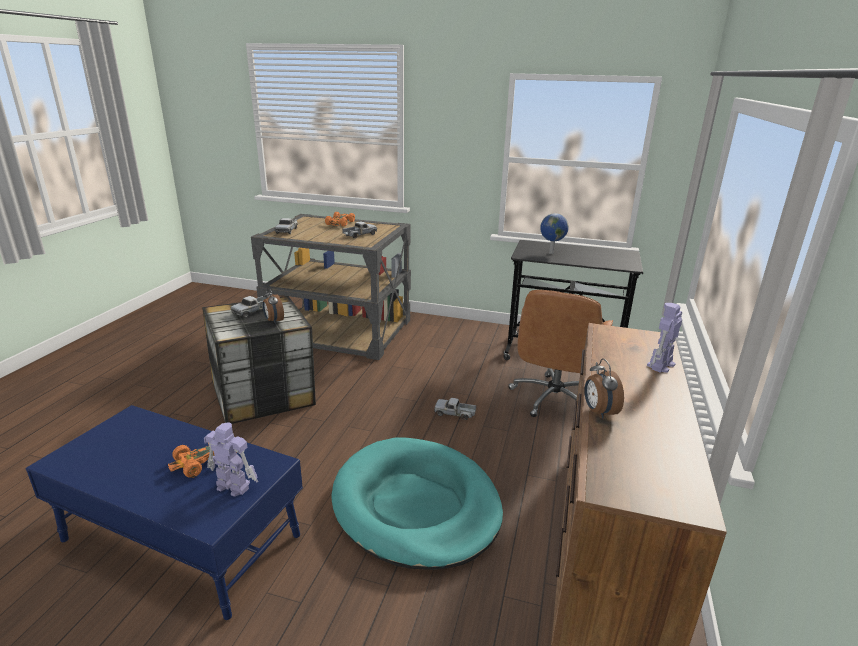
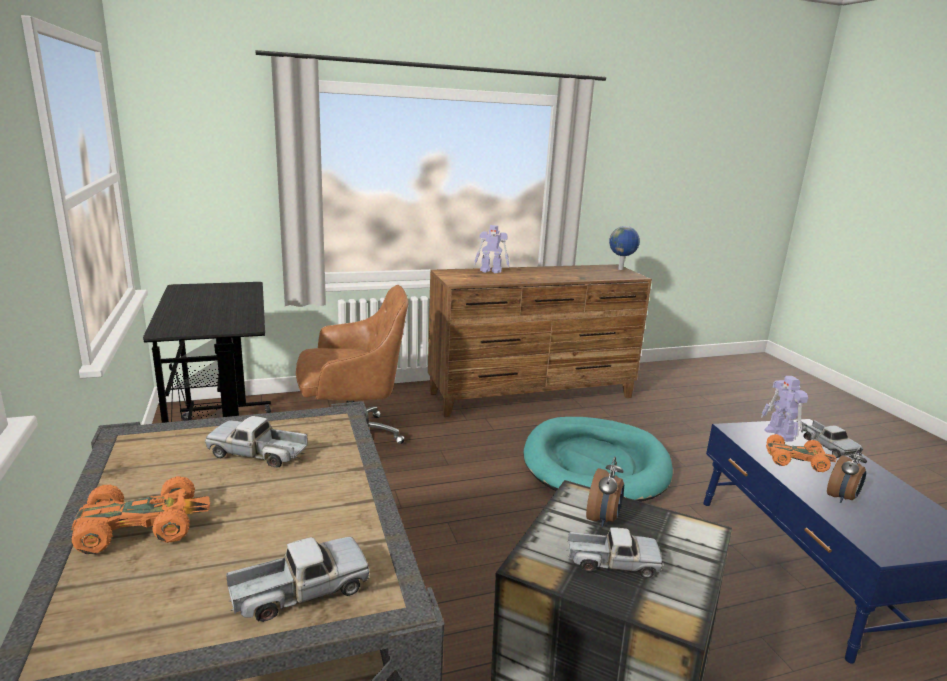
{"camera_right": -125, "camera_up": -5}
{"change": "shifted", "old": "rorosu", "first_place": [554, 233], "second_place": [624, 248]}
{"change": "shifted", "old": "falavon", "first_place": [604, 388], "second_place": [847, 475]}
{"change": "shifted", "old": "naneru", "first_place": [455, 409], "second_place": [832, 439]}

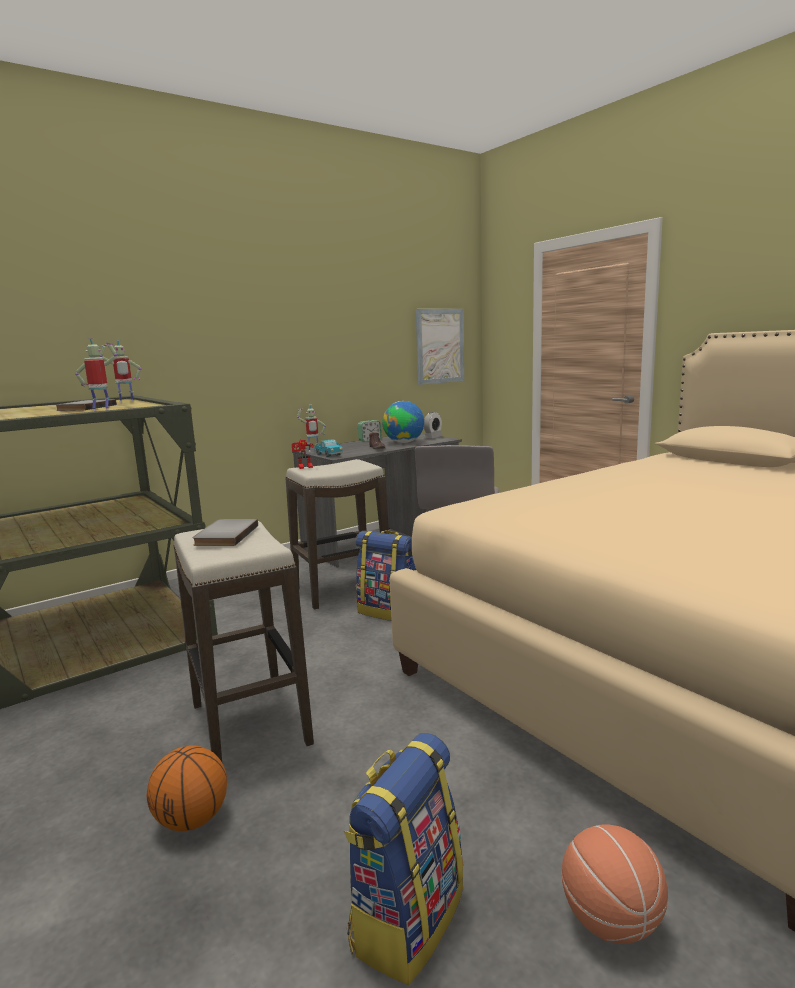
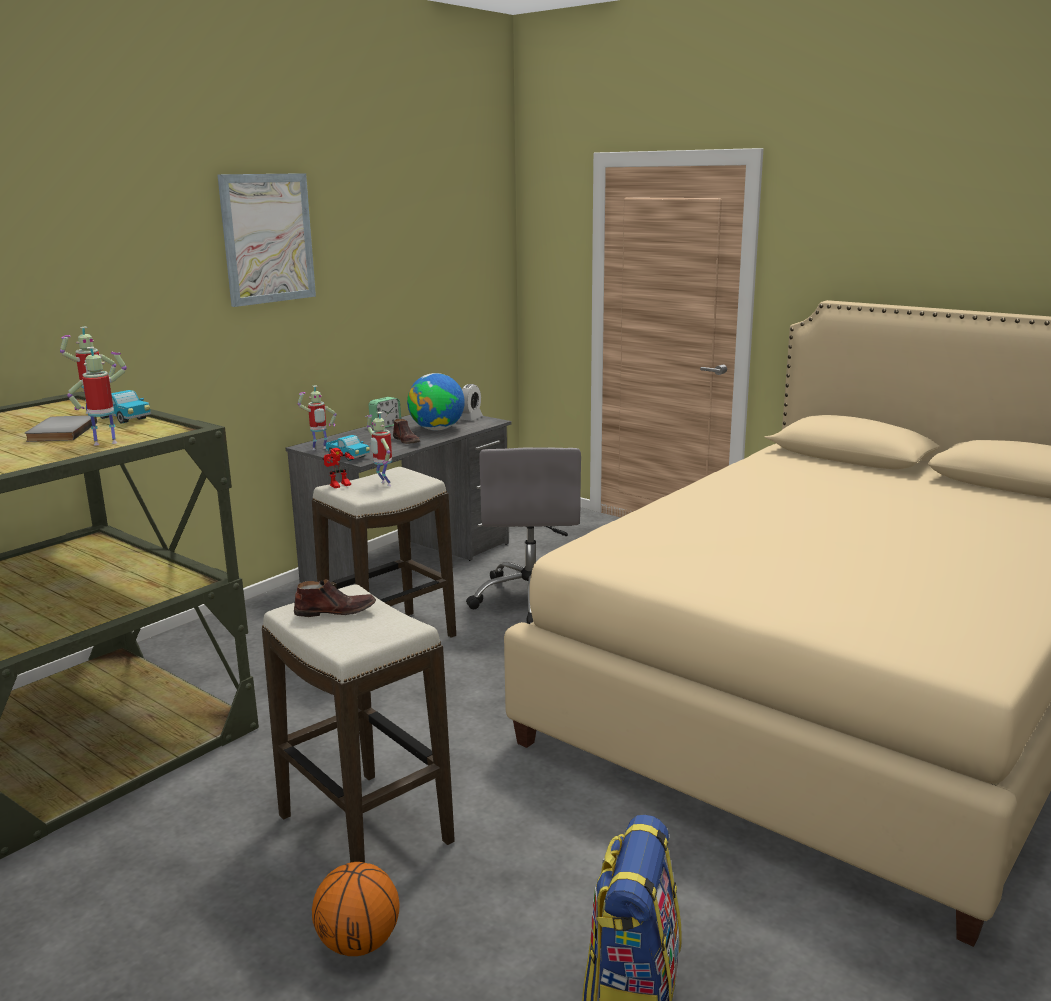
{"camera_right": -15, "camera_up": 5}
{"change": "shifted", "old": "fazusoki", "first_place": [440, 347], "second_place": [266, 240]}
{"change": "swapped", "old": "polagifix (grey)", "new": "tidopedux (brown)", "first_place": [225, 532], "second_place": [335, 598]}
{"change": "gone", "old": "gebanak", "first_place": [385, 575]}
{"change": "gone", "old": "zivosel", "first_place": [615, 884]}
{"change": "new", "new": "naneru", "second_place": [125, 407]}
{"change": "new", "new": "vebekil", "second_place": [378, 449]}

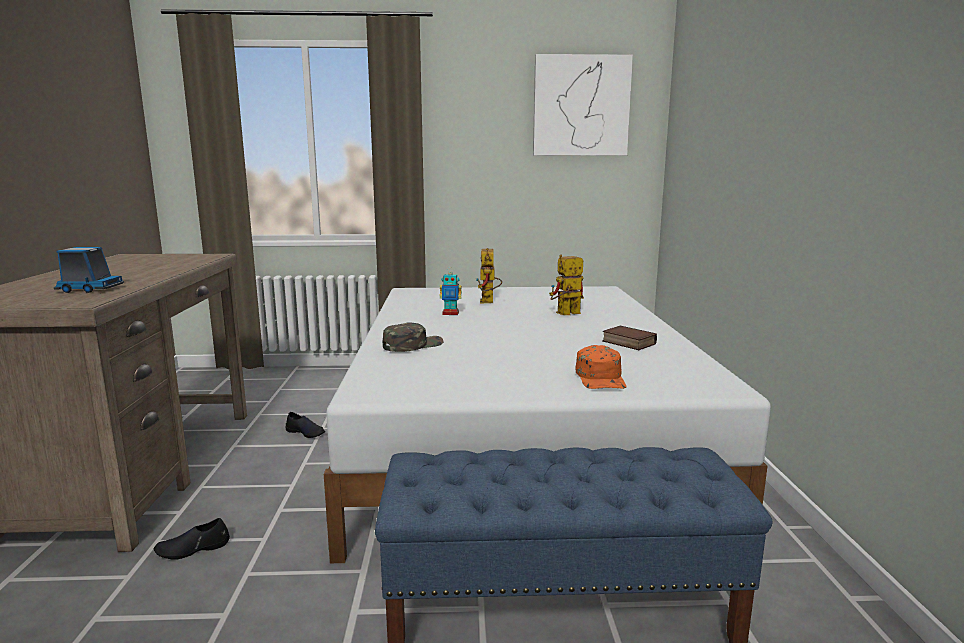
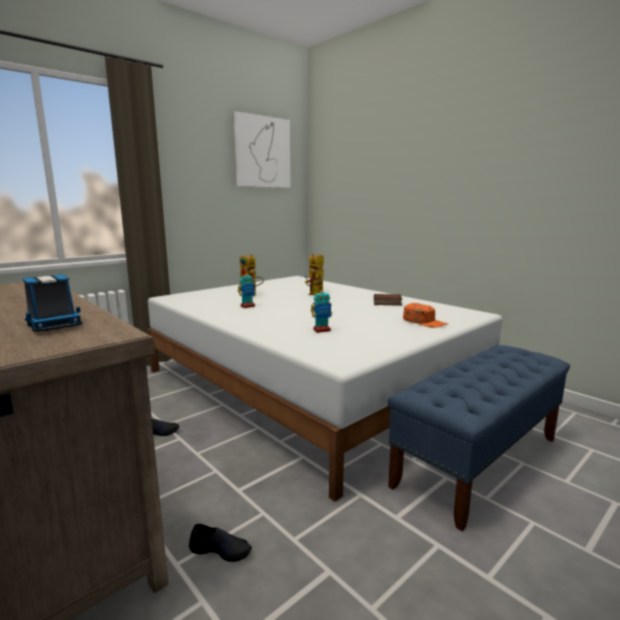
{"camera_right": -40, "camera_up": 0}
{"change": "rotated", "old": "naneru", "first_place": [89, 270], "second_place": [53, 303], "degrees": 90}
{"change": "gone", "old": "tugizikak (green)", "first_place": [413, 337]}
{"change": "rotated", "old": "tidopedux (black)", "first_place": [192, 539], "second_place": [220, 543], "degrees": -105}
{"change": "new", "new": "vebekil", "second_place": [322, 310]}

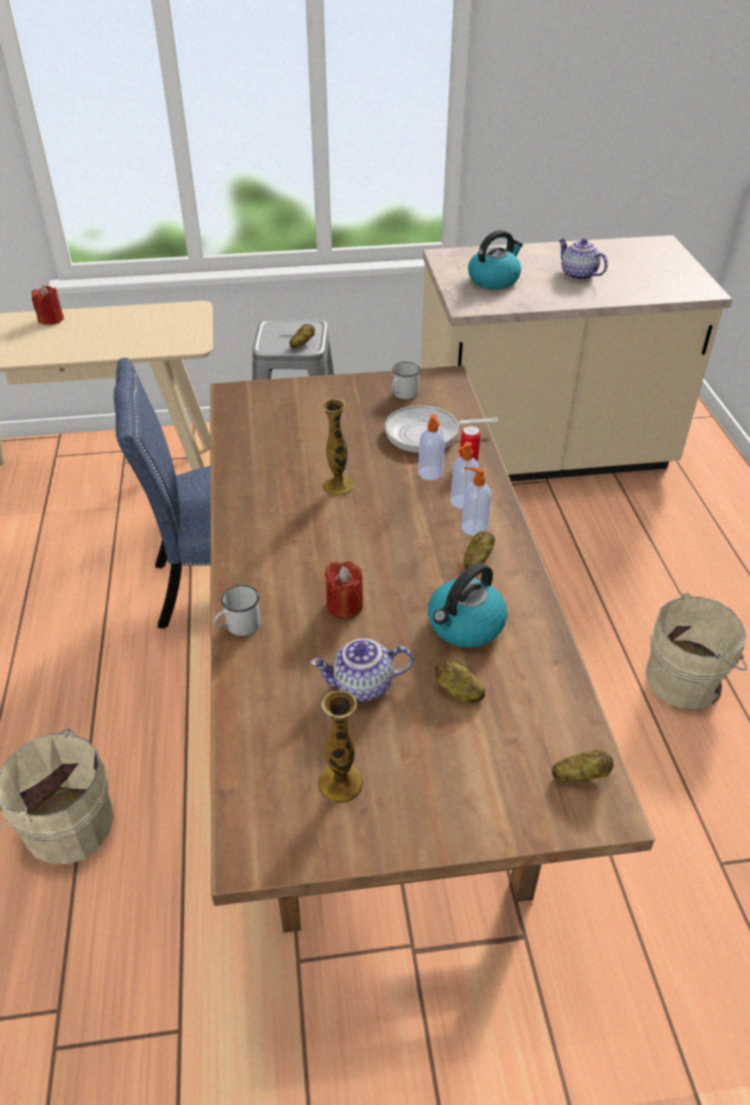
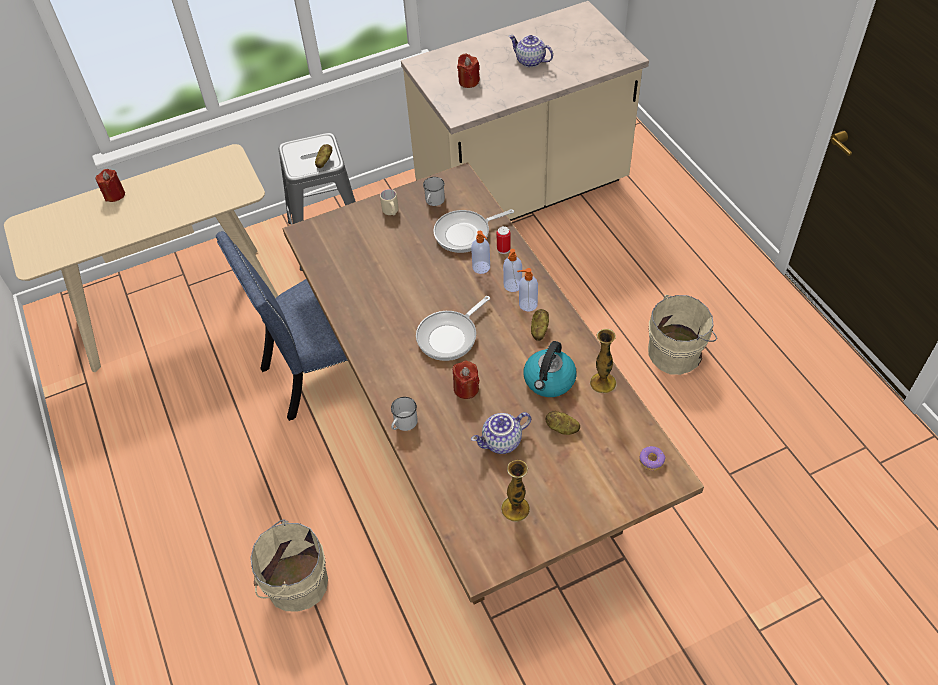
{"camera_right": -15, "camera_up": 10}
{"change": "swapped", "old": "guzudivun", "new": "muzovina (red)", "first_place": [495, 260], "second_place": [468, 70]}
{"change": "shifted", "old": "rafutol", "first_place": [338, 447], "second_place": [603, 361]}
{"change": "swapped", "old": "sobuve", "new": "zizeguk", "first_place": [582, 765], "second_place": [652, 458]}
{"change": "new", "new": "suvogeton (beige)", "second_place": [389, 202]}
{"change": "new", "new": "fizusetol", "second_place": [453, 328]}

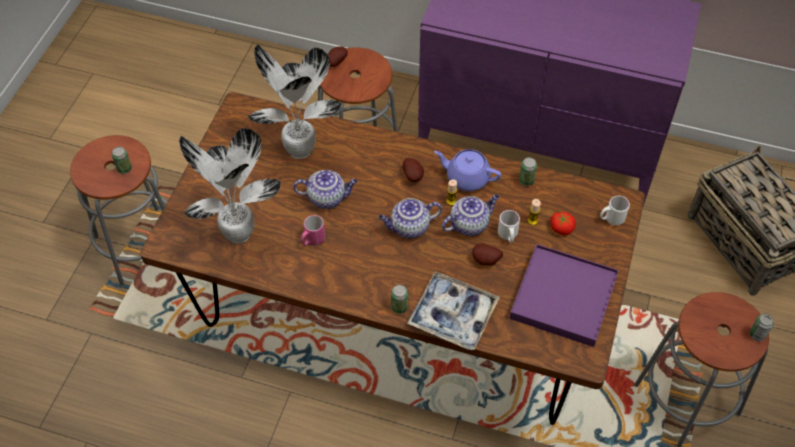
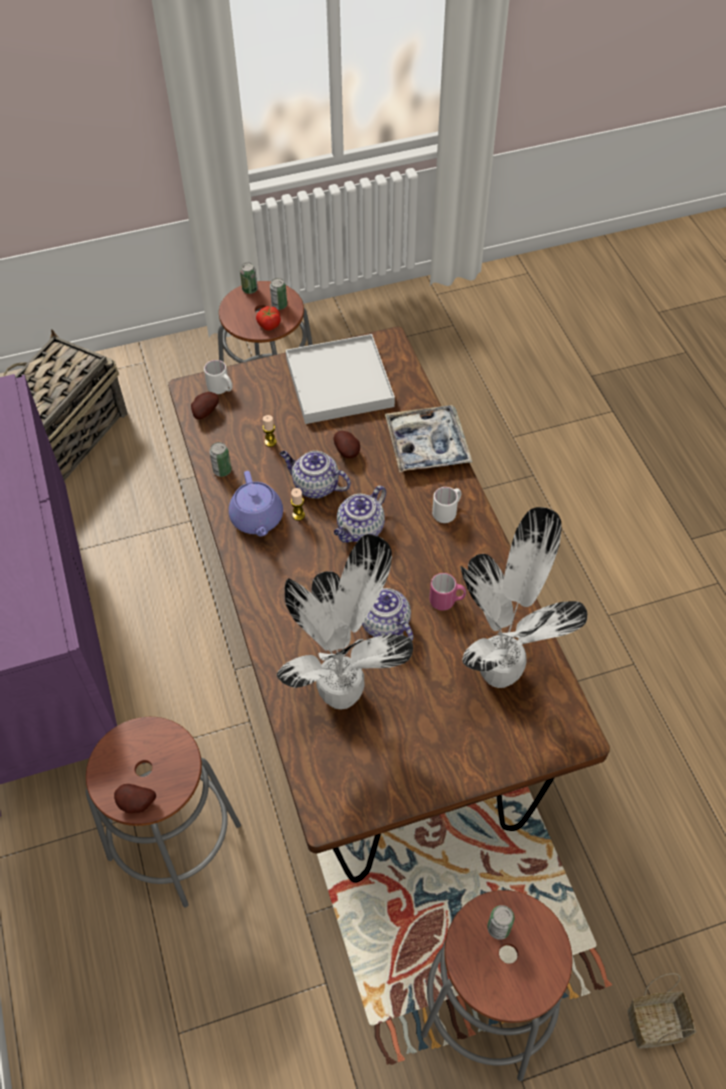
{"camera_right": -125, "camera_up": 0}
{"change": "shifted", "old": "sobuve", "first_place": [413, 170], "second_place": [205, 406]}
{"change": "rotated", "old": "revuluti", "first_place": [410, 218], "second_place": [360, 514], "degrees": 90}
{"change": "shifted", "old": "suvogeton (white)", "first_place": [509, 226], "second_place": [446, 505]}
{"change": "shifted", "old": "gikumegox", "first_place": [562, 223], "second_place": [268, 318]}
{"change": "repainted", "old": "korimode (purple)", "new": "korimode (white)", "first_place": [564, 295], "second_place": [340, 379]}
{"change": "shifted", "old": "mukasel", "first_place": [399, 299], "second_place": [278, 294]}
{"change": "new", "new": "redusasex", "second_place": [662, 1011]}

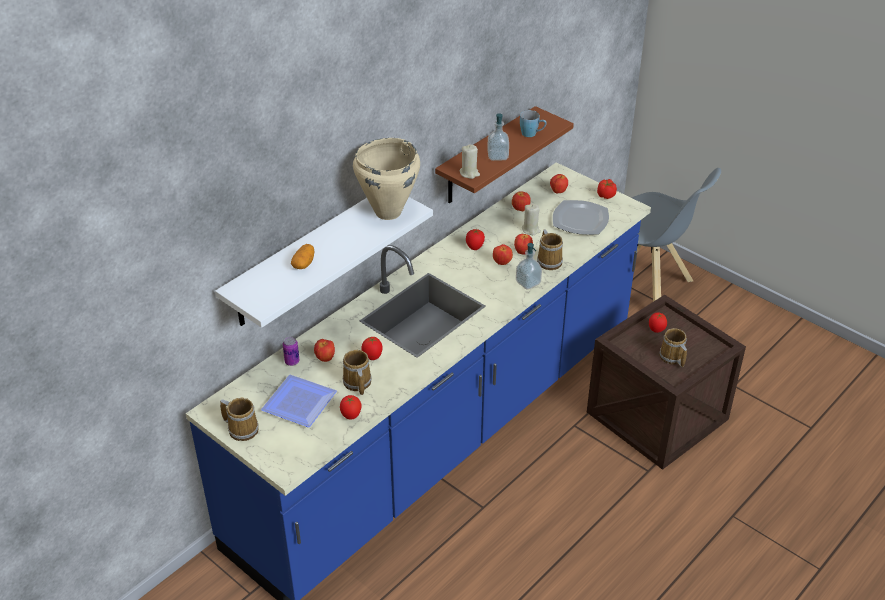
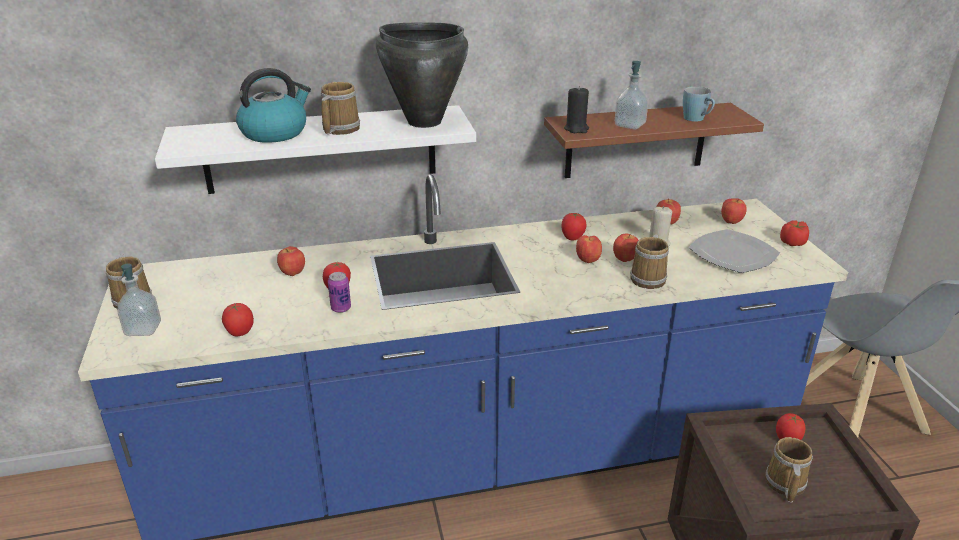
{"camera_right": 35, "camera_up": -10}
{"change": "repainted", "old": "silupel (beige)", "new": "silupel (black)", "first_place": [386, 179], "second_place": [422, 75]}
{"change": "repainted", "old": "muzovina (beige)", "new": "muzovina (black)", "first_place": [470, 161], "second_place": [576, 109]}
{"change": "shifted", "old": "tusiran", "first_place": [529, 266], "second_place": [139, 299]}
{"change": "swapped", "old": "sobuve", "new": "guzudivun", "first_place": [303, 256], "second_place": [273, 105]}
{"change": "shifted", "old": "mukasel", "first_place": [291, 351], "second_place": [339, 292]}
{"change": "shifted", "old": "suvogeton", "first_place": [357, 372], "second_place": [340, 108]}
{"change": "gone", "old": "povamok", "first_place": [299, 401]}

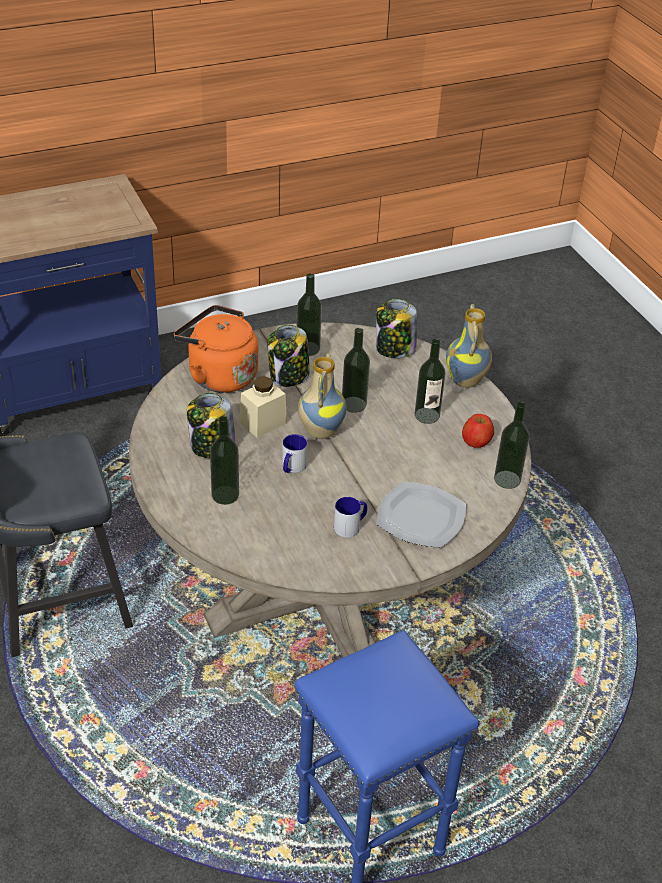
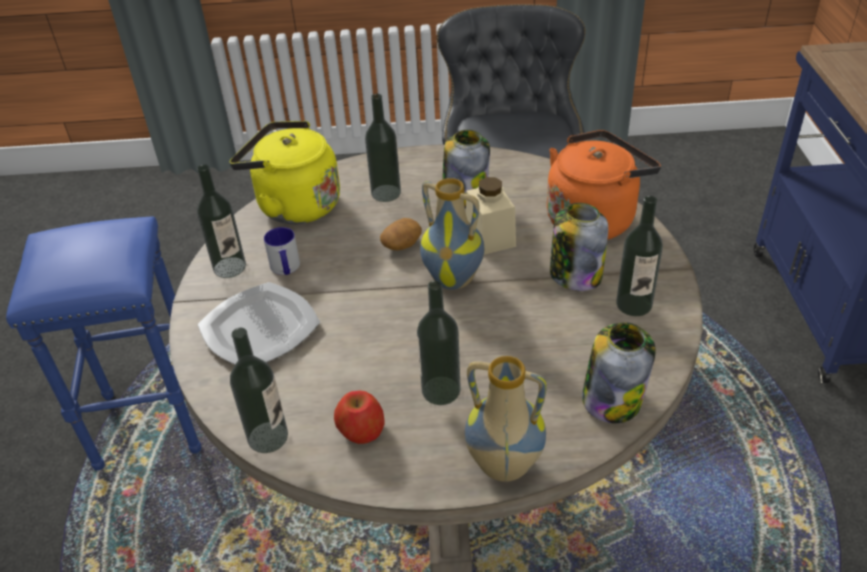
{"camera_right": 115, "camera_up": 0}
{"change": "shifted", "old": "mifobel", "first_place": [356, 370], "second_place": [221, 221]}
{"change": "swapped", "old": "suvogeton", "new": "sobuve", "first_place": [294, 453], "second_place": [401, 234]}
{"change": "new", "new": "guzudivun (yellow)", "second_place": [284, 172]}

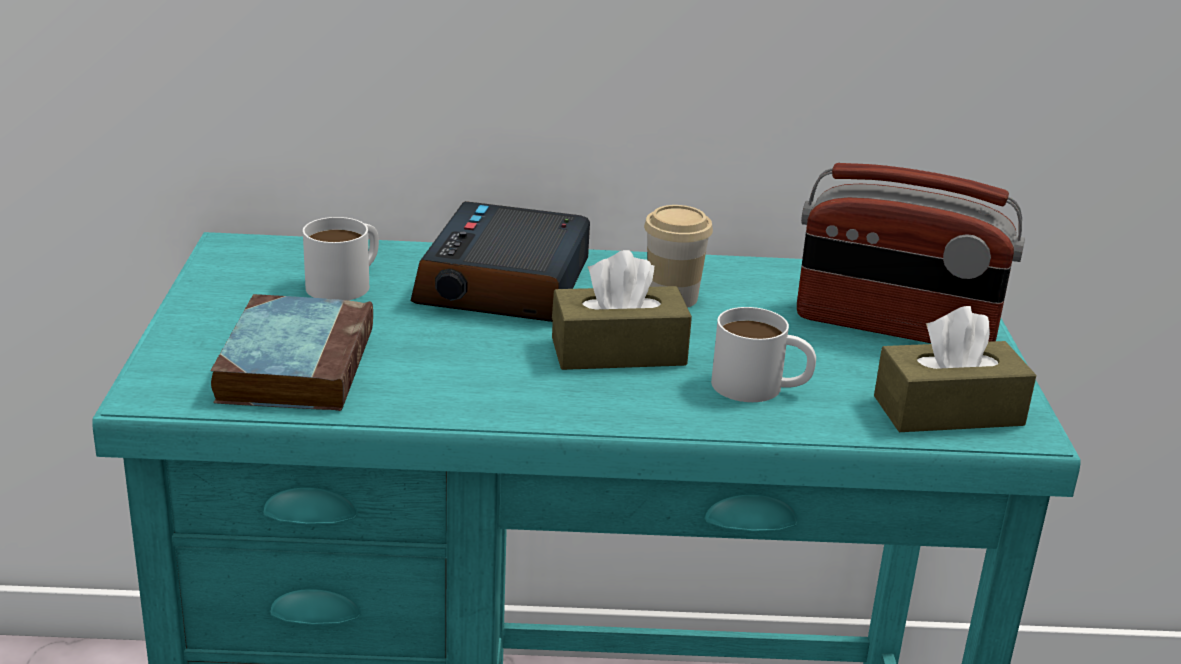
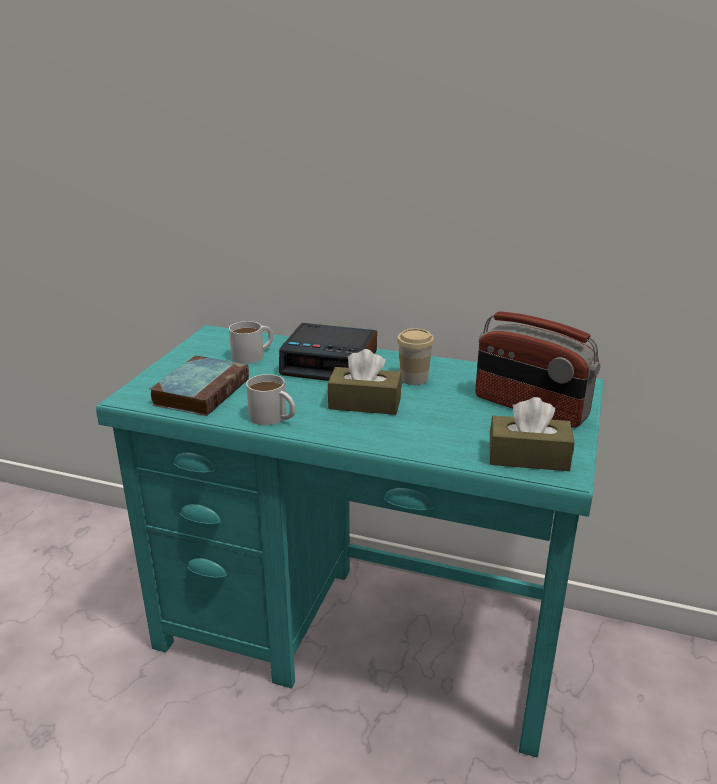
{"camera_right": 20, "camera_up": 0}
{"change": "rotated", "old": "falavon", "first_place": [500, 261], "second_place": [328, 352], "degrees": -105}
{"change": "shifted", "old": "suvogeton (white)", "first_place": [763, 354], "second_place": [270, 399]}

